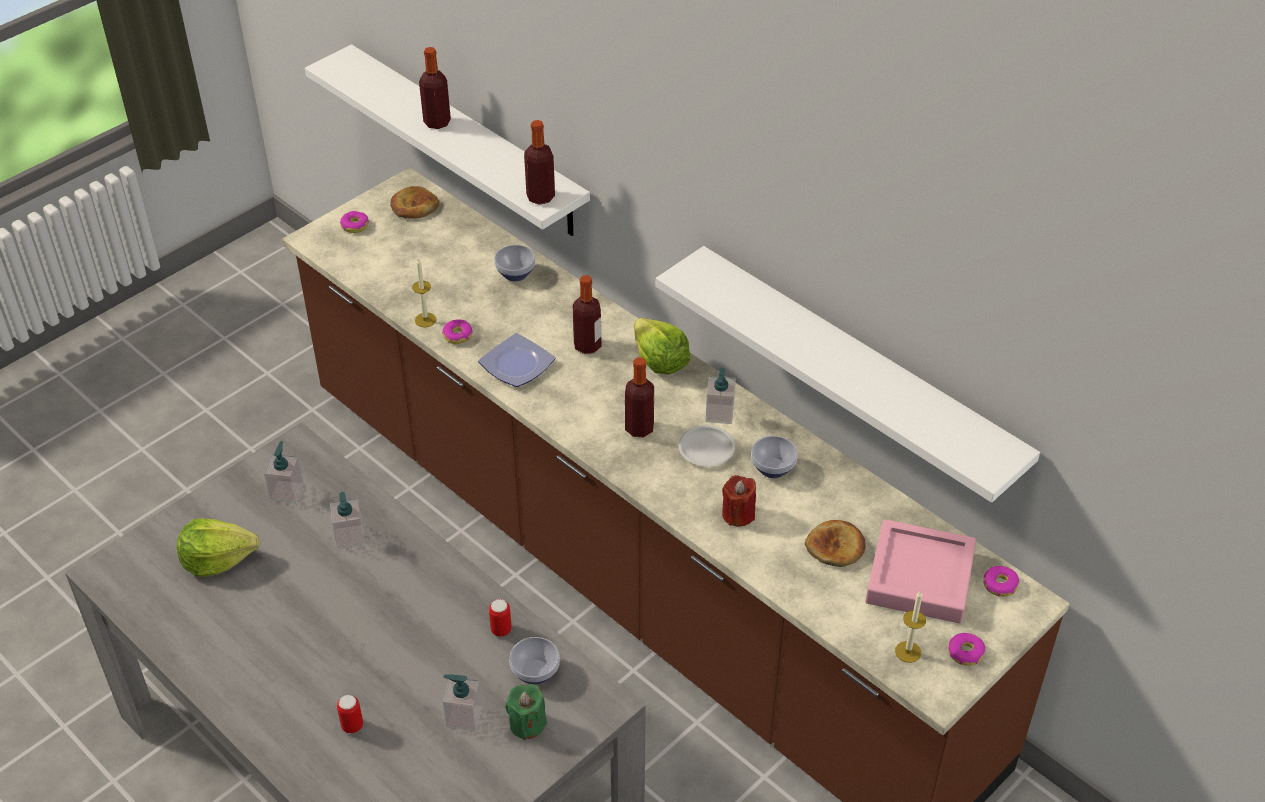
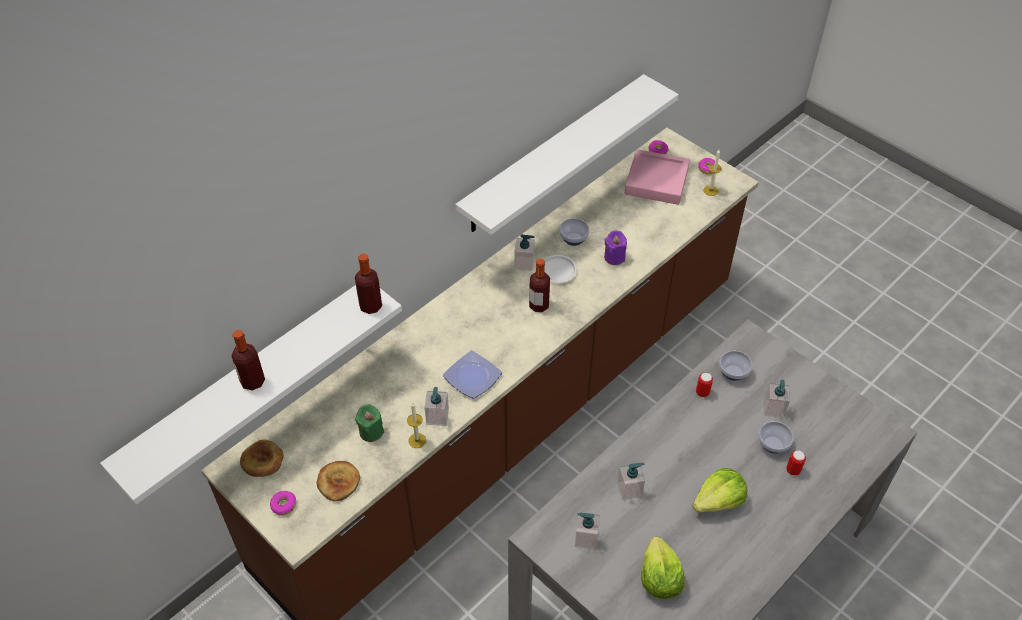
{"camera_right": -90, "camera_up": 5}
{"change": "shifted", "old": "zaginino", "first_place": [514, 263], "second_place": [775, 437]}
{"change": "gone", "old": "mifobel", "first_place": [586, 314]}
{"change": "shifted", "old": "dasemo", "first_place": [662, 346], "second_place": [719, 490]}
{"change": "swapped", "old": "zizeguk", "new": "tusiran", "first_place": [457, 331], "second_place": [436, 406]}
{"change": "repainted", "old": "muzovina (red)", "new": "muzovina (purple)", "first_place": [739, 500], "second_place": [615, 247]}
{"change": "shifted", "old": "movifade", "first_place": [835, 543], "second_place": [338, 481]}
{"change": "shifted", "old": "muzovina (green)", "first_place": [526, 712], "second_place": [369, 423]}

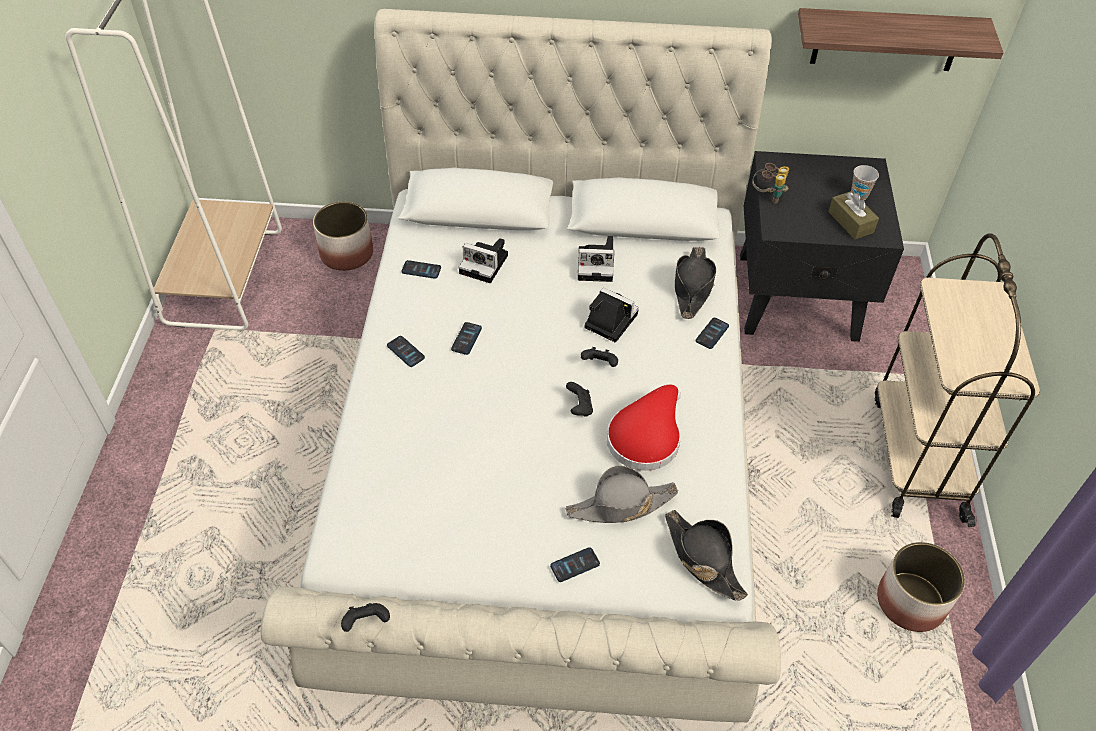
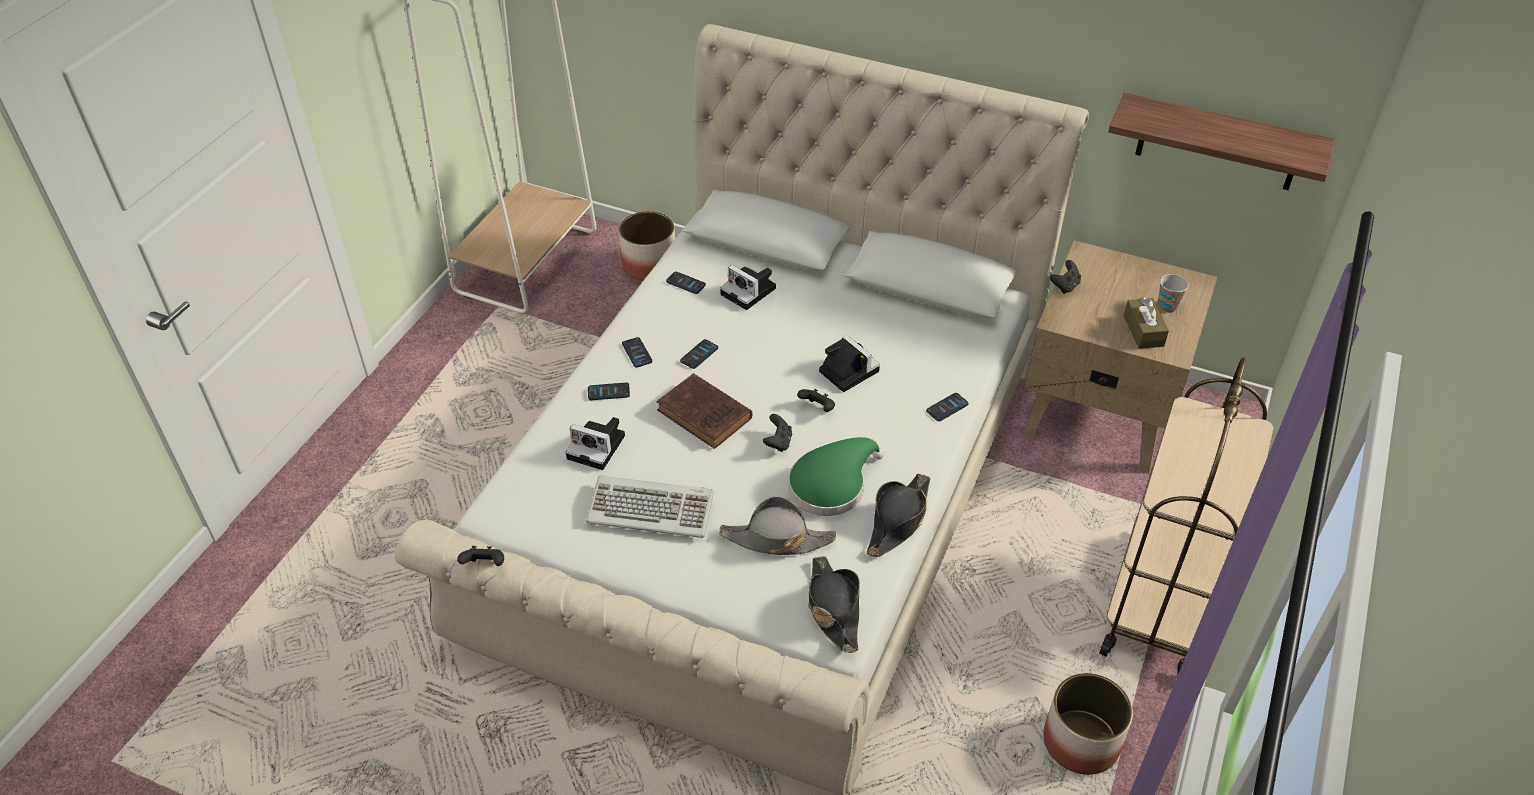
{"camera_right": 20, "camera_up": -5}
{"change": "repainted", "old": "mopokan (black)", "new": "mopokan (beige)", "first_place": [822, 246], "second_place": [1120, 356]}
{"change": "swapped", "old": "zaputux", "new": "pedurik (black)", "first_place": [770, 183], "second_place": [1065, 277]}
{"change": "shifted", "old": "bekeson", "first_place": [596, 259], "second_place": [595, 443]}
{"change": "shifted", "old": "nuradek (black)", "first_place": [695, 283], "second_place": [898, 515]}
{"change": "repainted", "old": "nuradek (red)", "new": "nuradek (green)", "first_place": [644, 428], "second_place": [836, 476]}
{"change": "shifted", "old": "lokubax", "first_place": [575, 564], "second_place": [609, 391]}
{"change": "new", "new": "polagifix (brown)", "second_place": [704, 411]}
{"change": "new", "new": "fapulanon", "second_place": [650, 507]}

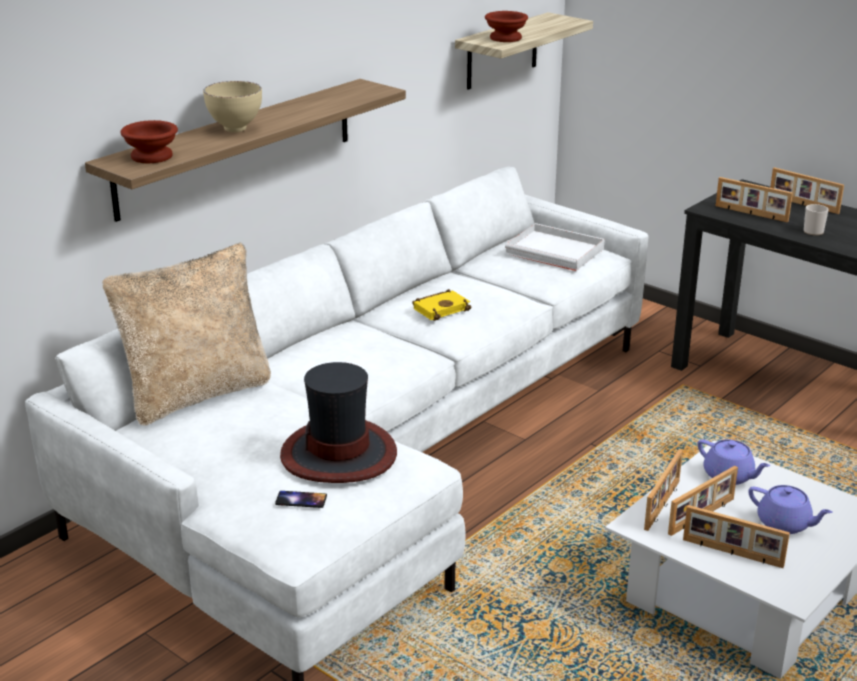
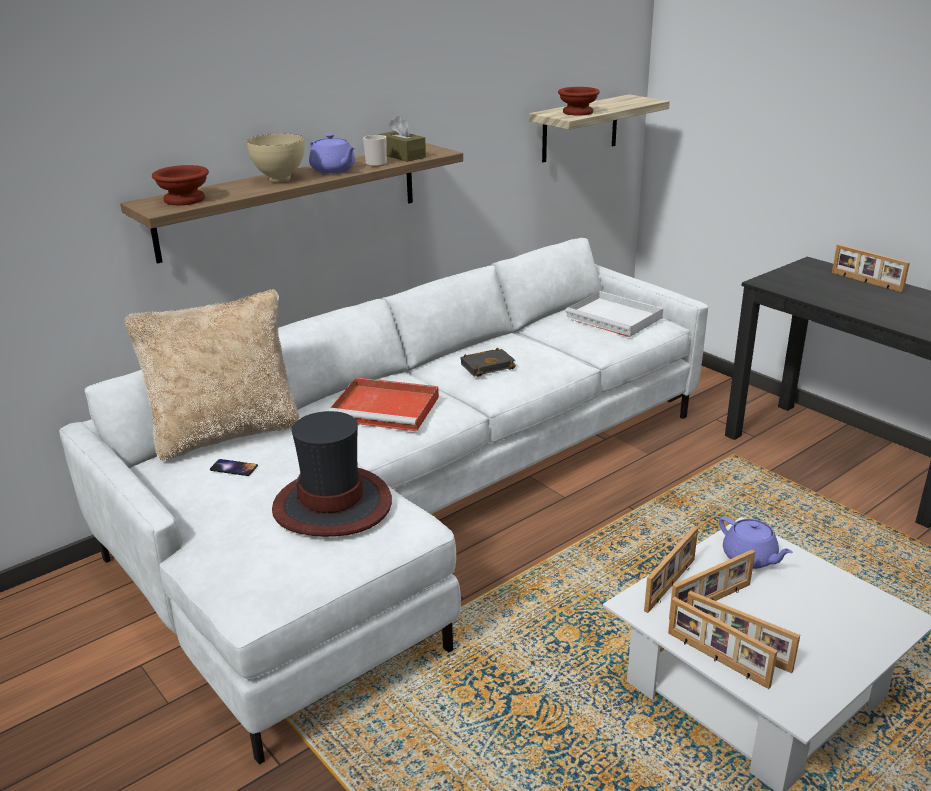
{"camera_right": 10, "camera_up": 0}
{"change": "shifted", "old": "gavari", "first_place": [754, 200], "second_place": [723, 643]}
{"change": "shifted", "old": "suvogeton", "first_place": [816, 220], "second_place": [375, 151]}
{"change": "repainted", "old": "polagifix (yellow)", "new": "polagifix (black)", "first_place": [441, 305], "second_place": [488, 362]}
{"change": "shifted", "old": "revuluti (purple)", "first_place": [790, 509], "second_place": [332, 153]}
{"change": "shifted", "old": "lokubax", "first_place": [301, 499], "second_place": [234, 467]}
{"change": "new", "new": "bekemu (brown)", "second_place": [402, 139]}
{"change": "new", "new": "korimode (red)", "second_place": [384, 404]}

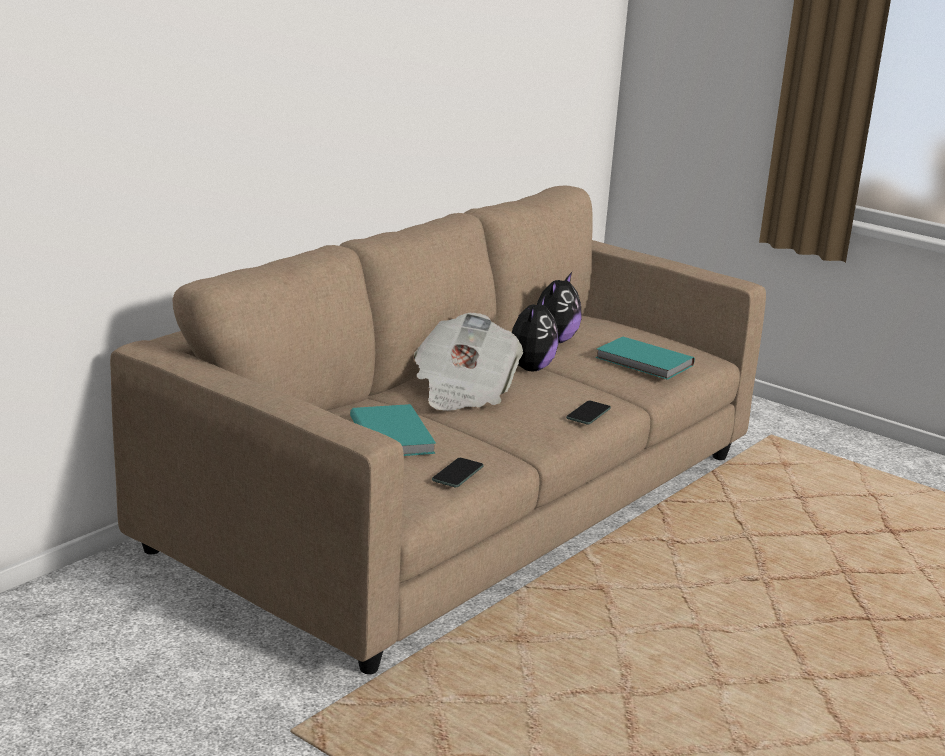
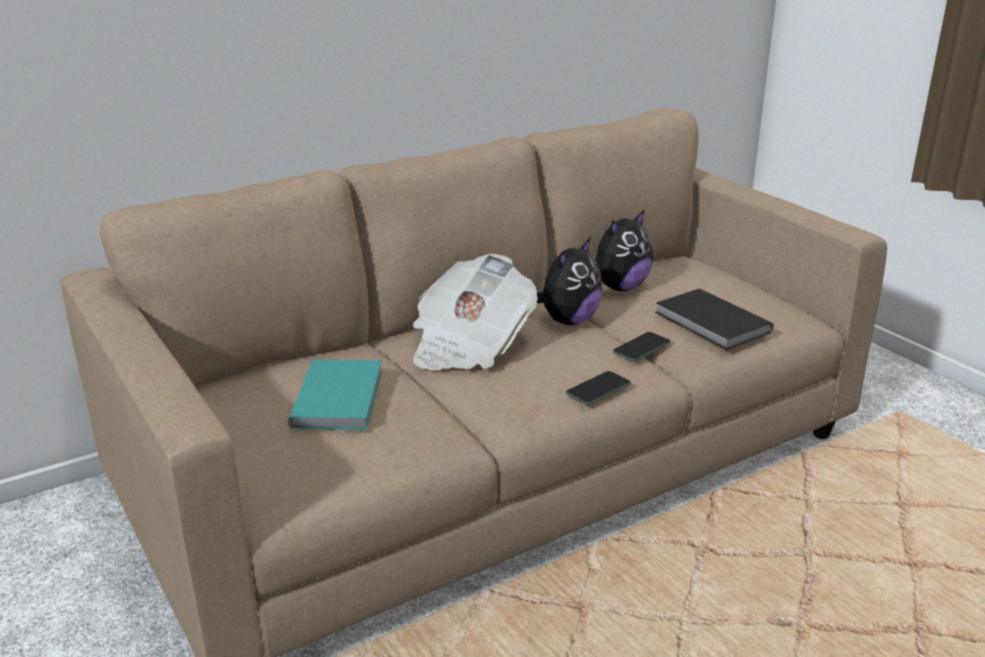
{"camera_right": 20, "camera_up": 5}
{"change": "repainted", "old": "polagifix (turquoise)", "new": "polagifix (black)", "first_place": [645, 358], "second_place": [714, 319]}
{"change": "shifted", "old": "lokubax", "first_place": [458, 472], "second_place": [642, 347]}

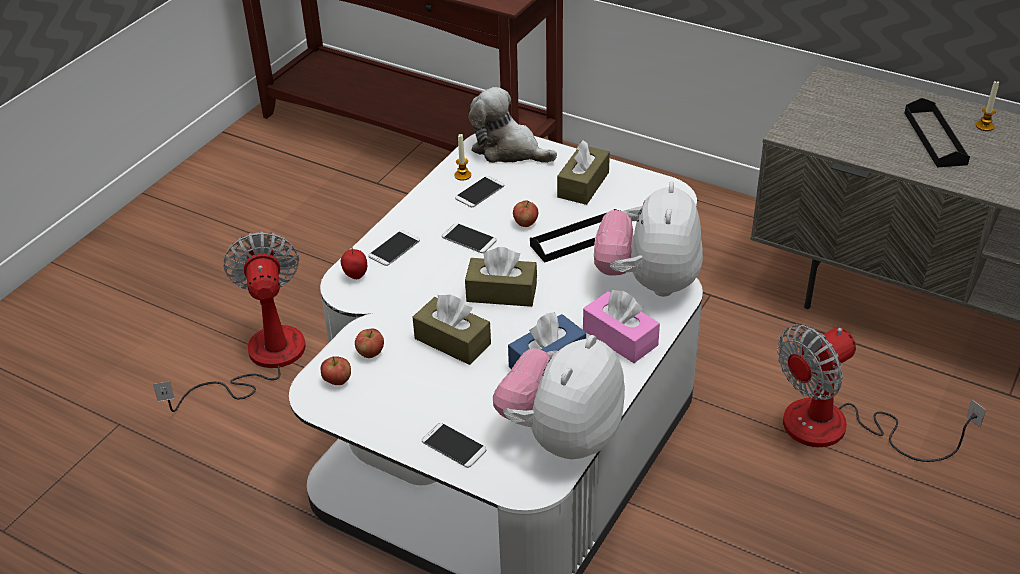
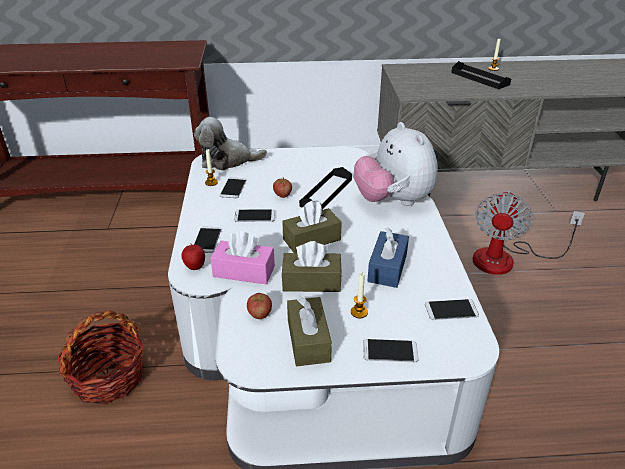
{"camera_right": -35, "camera_up": -5}
{"change": "shifted", "old": "bekemu (brown)", "first_place": [583, 172], "second_place": [309, 331]}
{"change": "swapped", "old": "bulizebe", "new": "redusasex", "first_place": [229, 321], "second_place": [100, 357]}
{"change": "shifted", "old": "bekemu (pink)", "first_place": [621, 326], "second_place": [243, 258]}
{"change": "swapped", "old": "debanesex", "new": "lokubax", "first_place": [559, 397], "second_place": [452, 309]}
{"change": "gone", "old": "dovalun", "first_place": [336, 370]}
{"change": "new", "new": "muzovina", "second_place": [359, 295]}

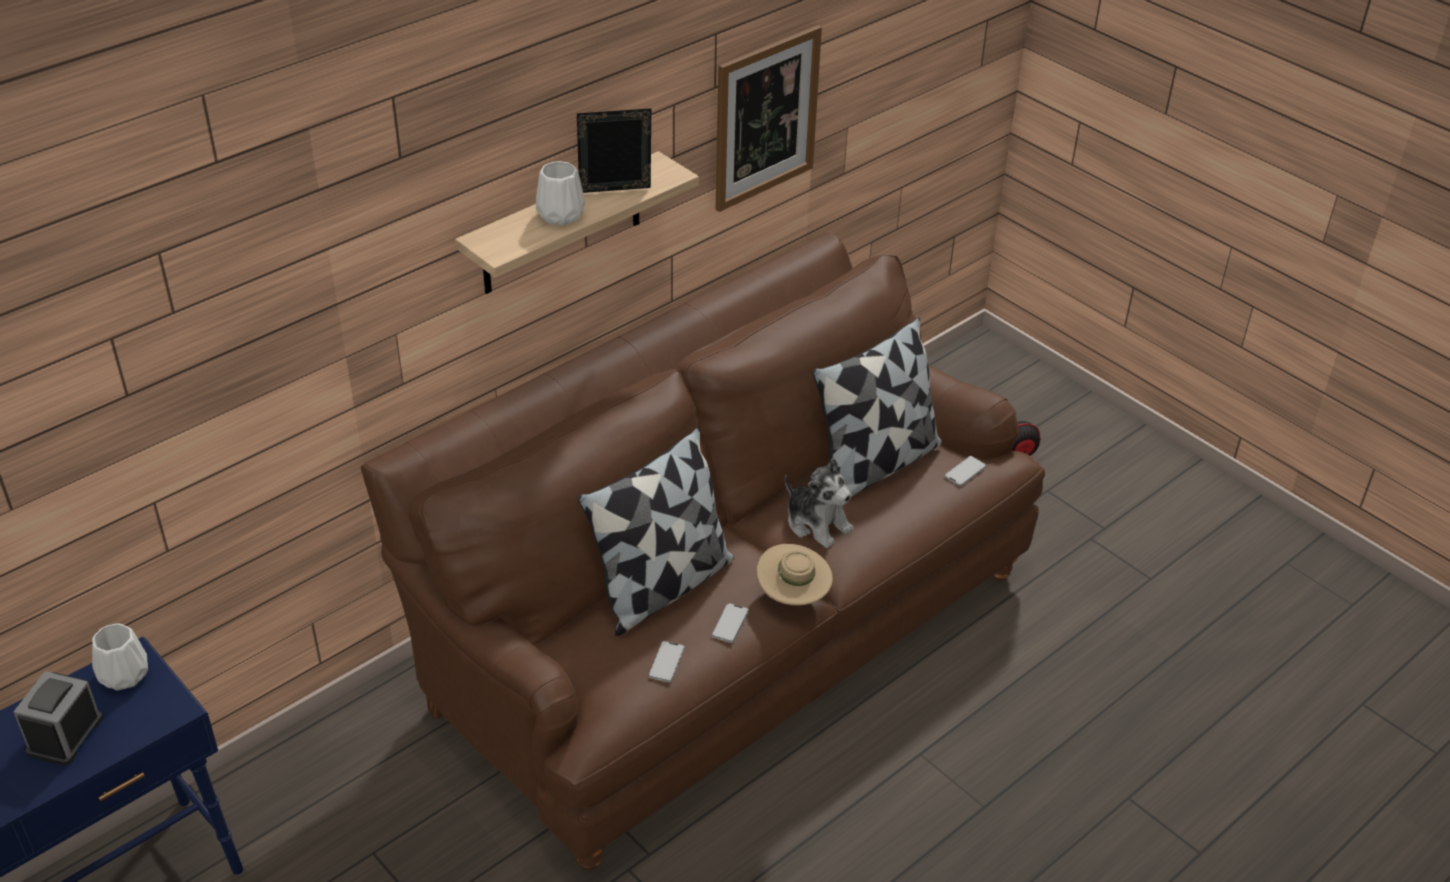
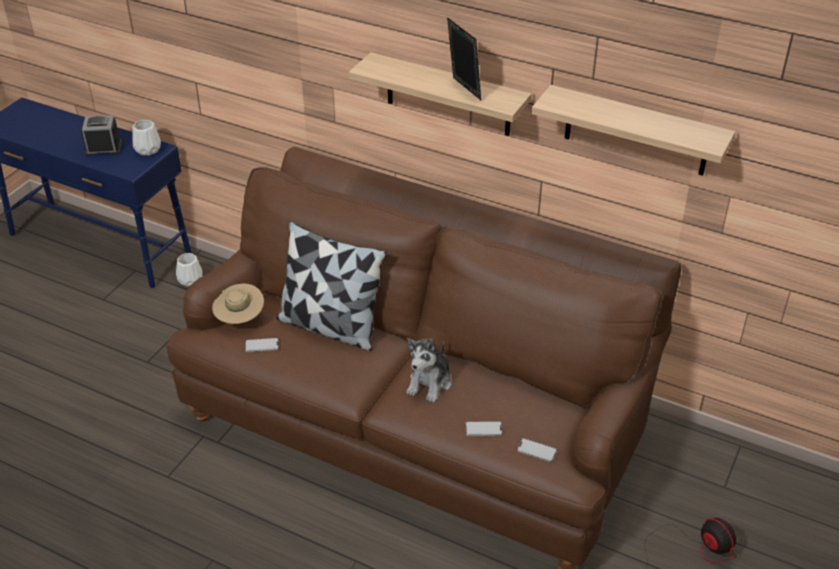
{"camera_right": 70, "camera_up": 0}
{"change": "swapped", "old": "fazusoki", "new": "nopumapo", "first_place": [769, 118], "second_place": [634, 130]}
{"change": "shifted", "old": "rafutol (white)", "first_place": [560, 193], "second_place": [189, 270]}
{"change": "gone", "old": "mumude", "first_place": [877, 407]}
{"change": "shifted", "old": "nuradek (beige)", "first_place": [795, 574], "second_place": [238, 304]}
{"change": "shifted", "old": "lokubax", "first_place": [730, 623], "second_place": [483, 428]}

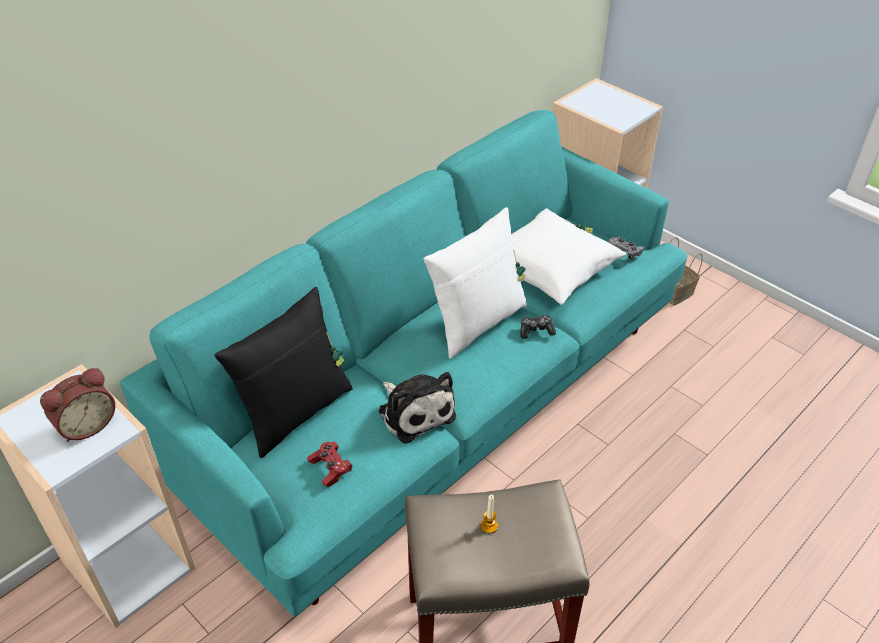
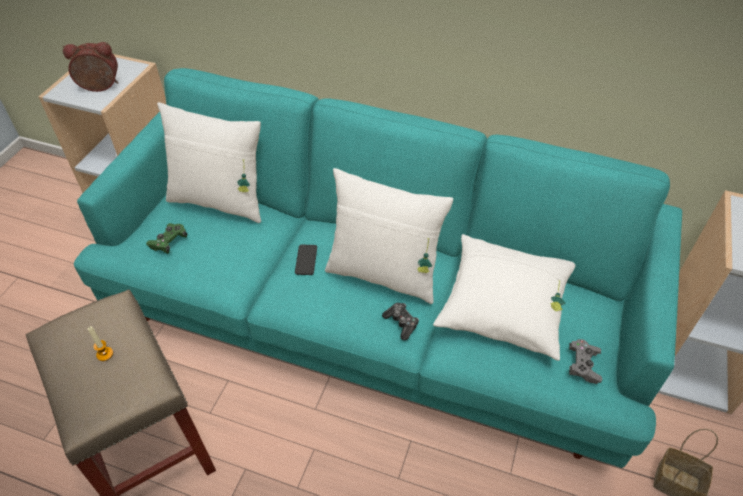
{"camera_right": 65, "camera_up": 5}
{"change": "repainted", "old": "mumude (black)", "new": "mumude (white)", "first_place": [283, 372], "second_place": [209, 162]}
{"change": "rotated", "old": "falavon", "first_place": [77, 405], "second_place": [90, 67], "degrees": 150}
{"change": "gone", "old": "debanesex", "first_place": [417, 408]}
{"change": "repainted", "old": "pedurik (red)", "new": "pedurik (green)", "first_place": [329, 464], "second_place": [166, 238]}
{"change": "new", "new": "lokubax", "second_place": [306, 259]}

